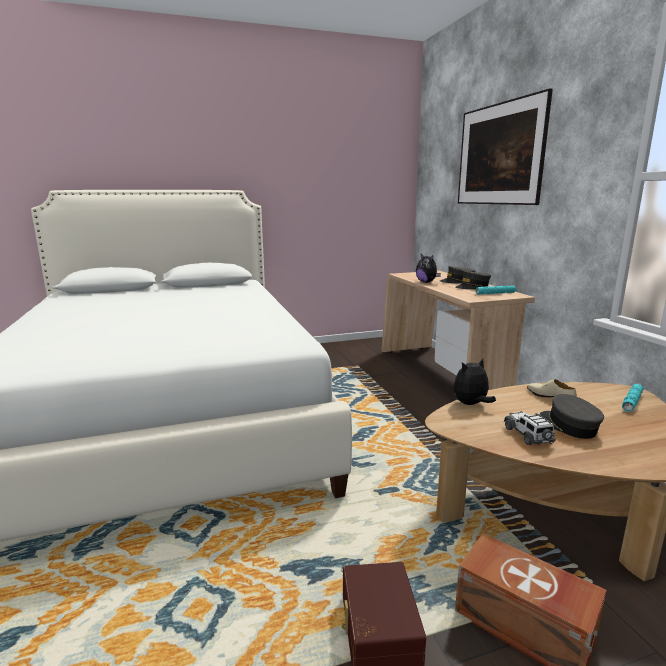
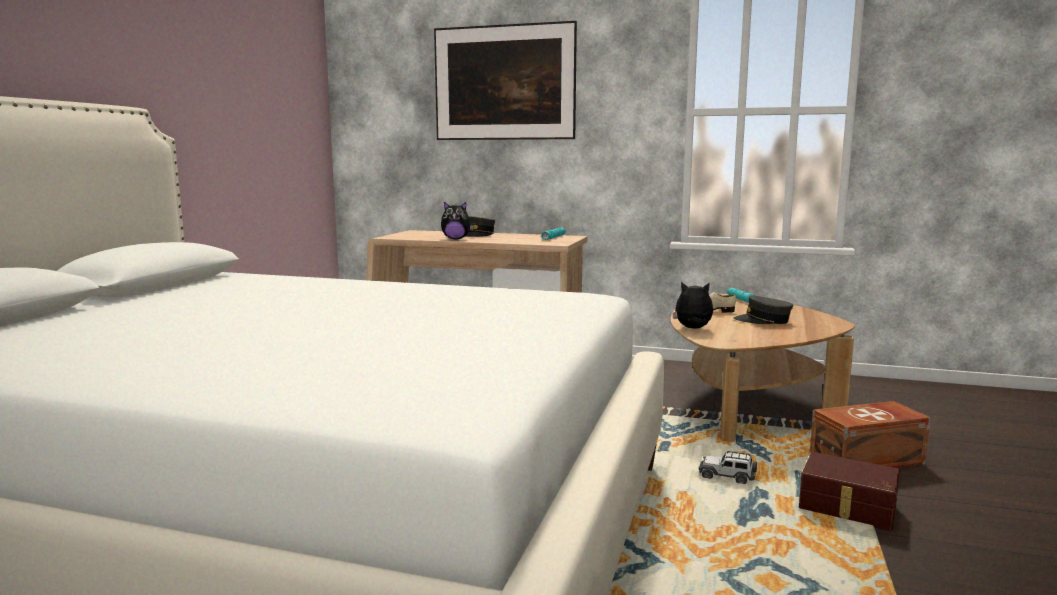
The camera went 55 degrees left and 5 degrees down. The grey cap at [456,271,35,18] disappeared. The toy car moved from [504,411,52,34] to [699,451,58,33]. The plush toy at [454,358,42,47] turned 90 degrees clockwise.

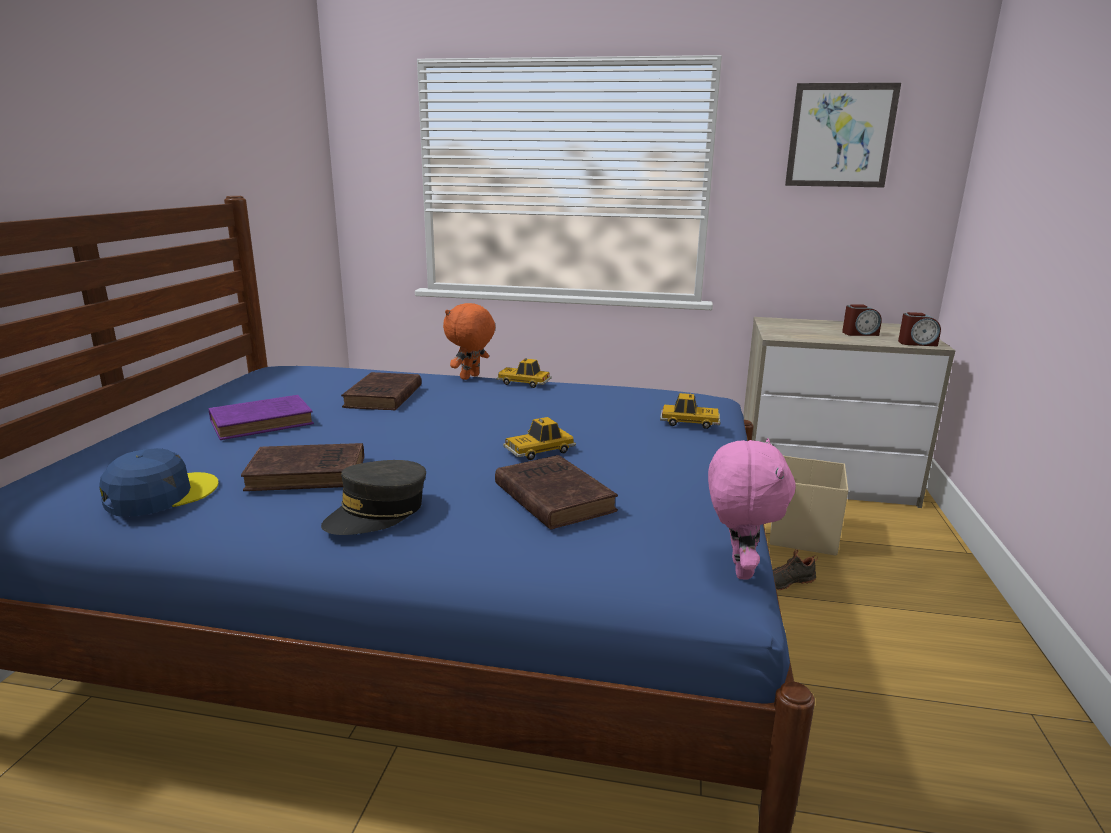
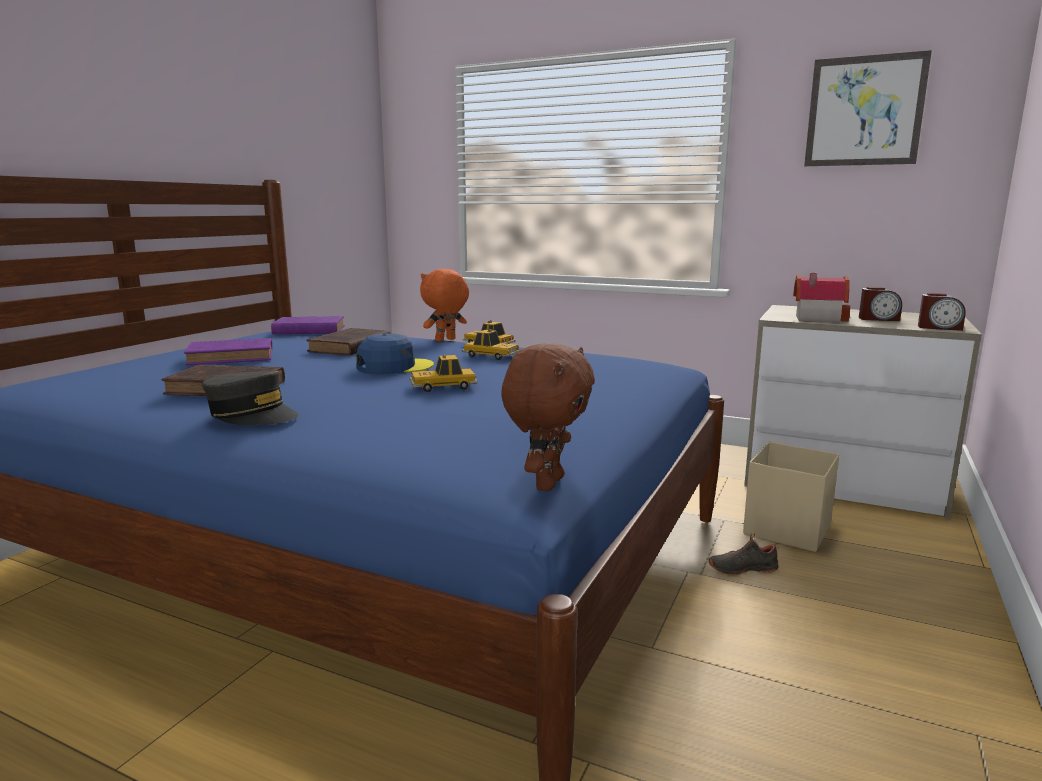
The camera went 15 degrees right and 5 degrees down. The brown book at [495,455,123,75] disappeared. The purple book at [271,316,74,18] appeared. The toy house at [793,273,57,50] appeared. The blue cap moved from [99,448,120,69] to [356,333,78,42]. The toy car moved from [660,393,60,36] to [462,329,57,31]. The pink plush toy at [708,438,88,142] became the brown plush toy at [501,343,94,148]. The grey cap at [321,460,105,75] turned 120 degrees counterclockwise.

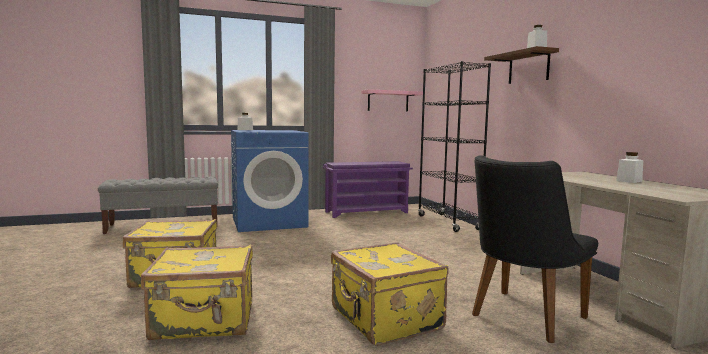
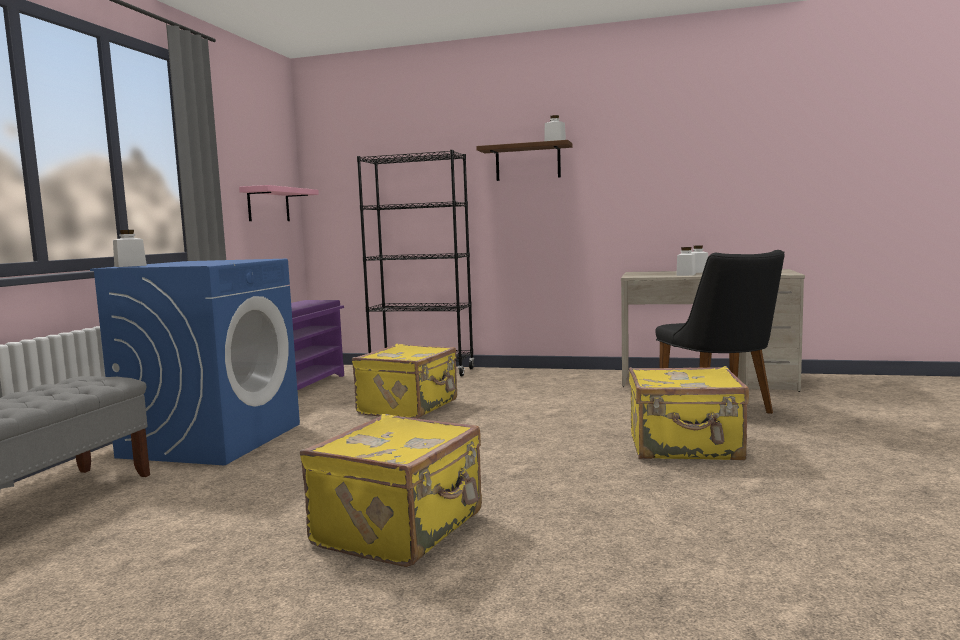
The camera went 55 degrees left and 0 degrees up. The white jar at [676,247,20,29] appeared. The yellow suitcase moved from [141,245,112,96] to [352,344,105,75].

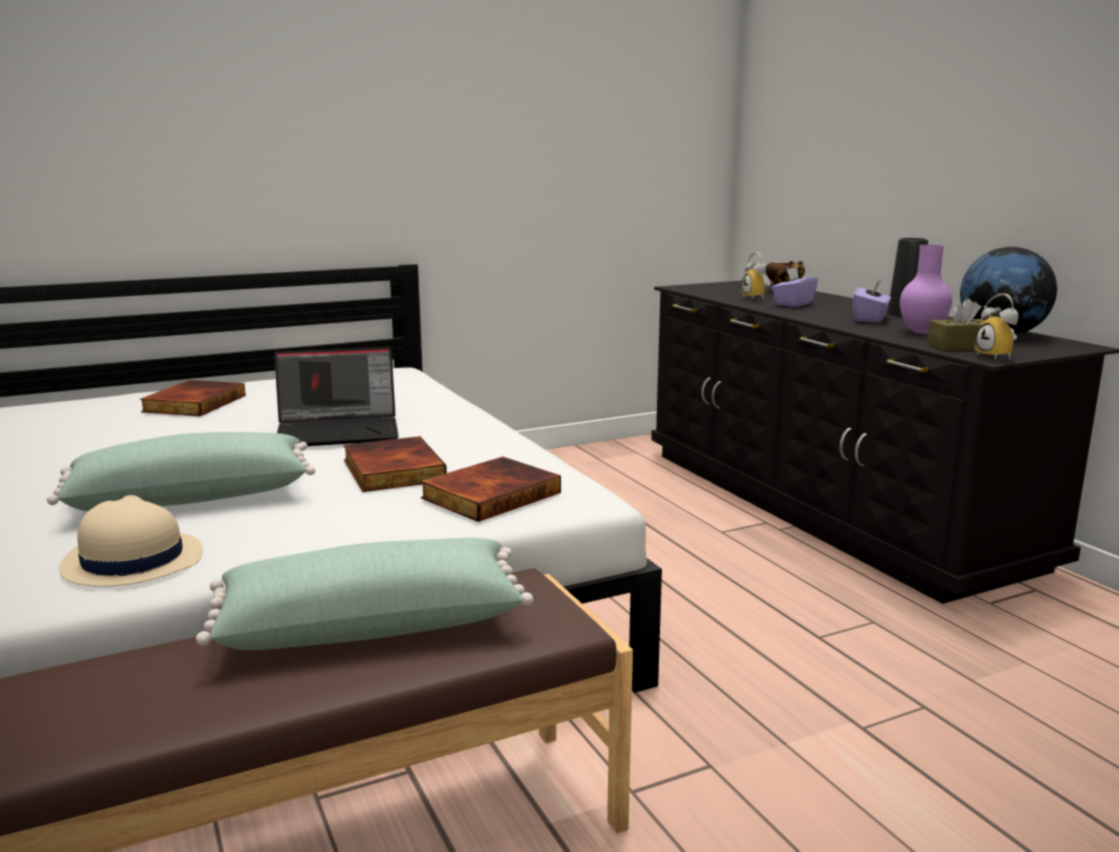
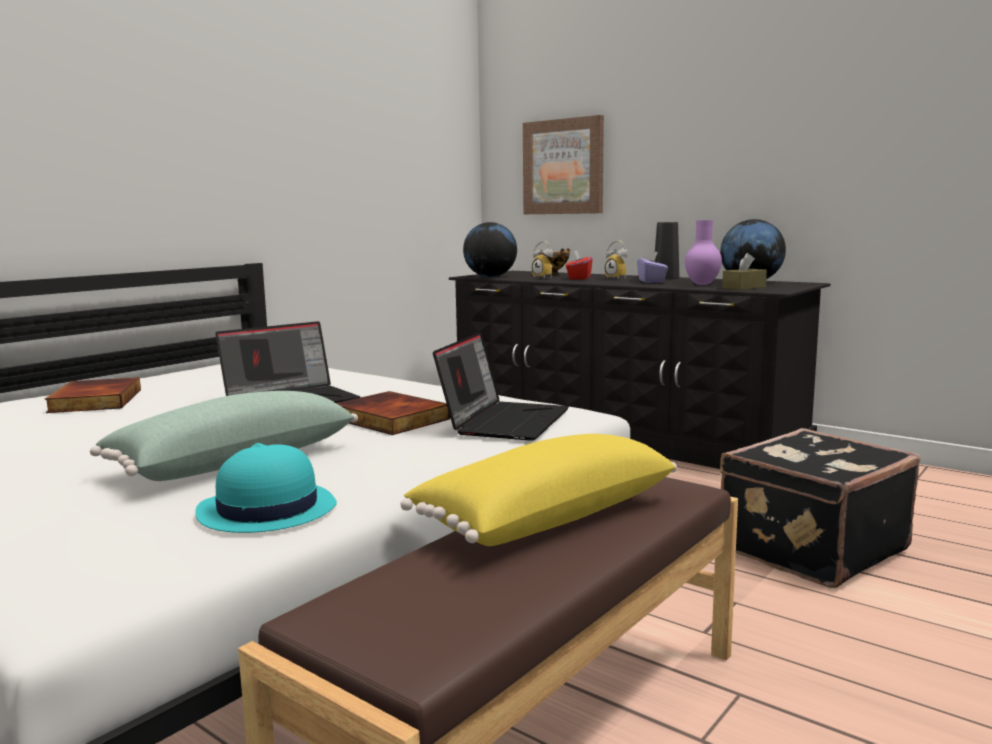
The camera went 25 degrees left and 5 degrees down. The globe at [463,222,54,55] appeared. The picture at [523,115,81,99] appeared. The black suitcase at [720,428,201,160] appeared. The alarm clock moved from [975,293,44,67] to [605,240,23,40]. The book at [420,457,141,65] was replaced by the laptop at [433,332,136,109]. The beige hat at [59,495,144,92] became the turquoise hat at [196,443,141,90]. The green pillow at [196,538,337,112] became the yellow pillow at [401,434,276,112]. The purple tissue box at [772,267,46,40] became the red tissue box at [566,250,26,30].

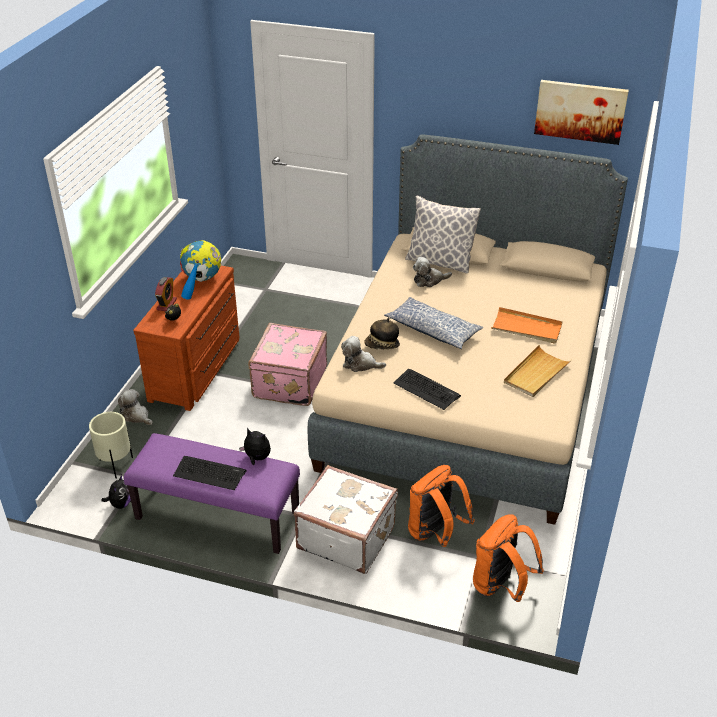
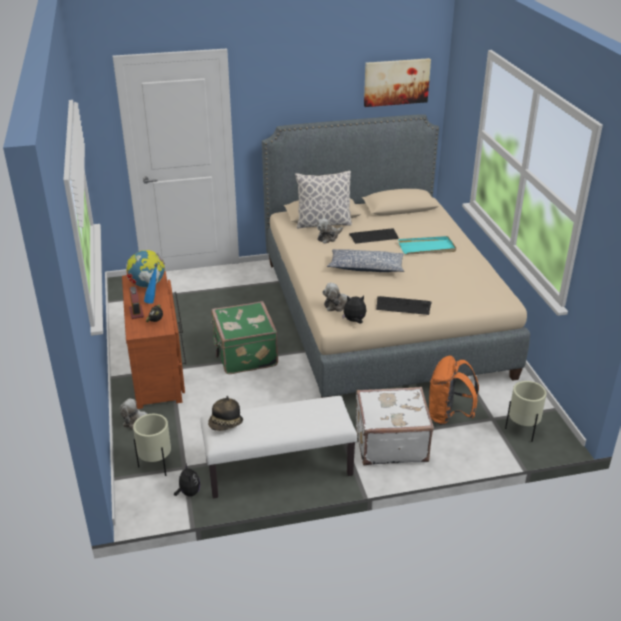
The camera went 30 degrees left and 5 degrees down. The beige tray at [504,345,68,52] disappeared. The keyboard moved from [173,456,74,34] to [349,229,50,15]. The plush toy moved from [239,428,32,37] to [342,296,24,28]. The hat moved from [364,318,36,31] to [208,396,35,35]. The orange backpack at [473,514,70,88] was replaced by the beige planter at [505,381,42,61]. The purple bench at [124,433,176,121] became the white bench at [200,396,157,102]. The pink suitcase at [248,323,79,83] became the green suitcase at [211,301,67,73]. The orange tray at [491,307,72,36] became the turquoise tray at [398,236,58,19].

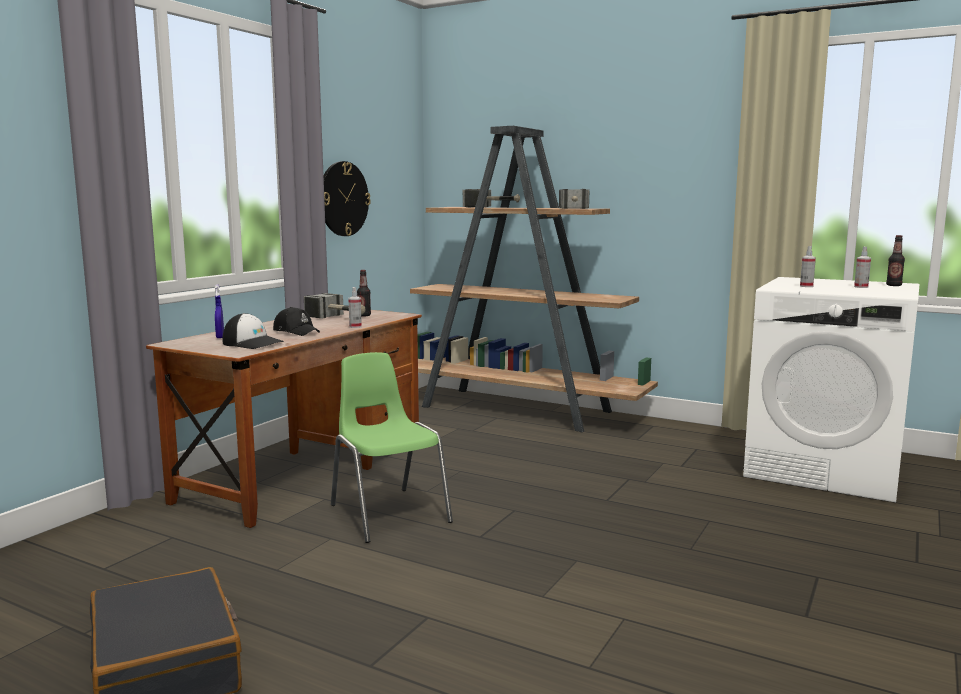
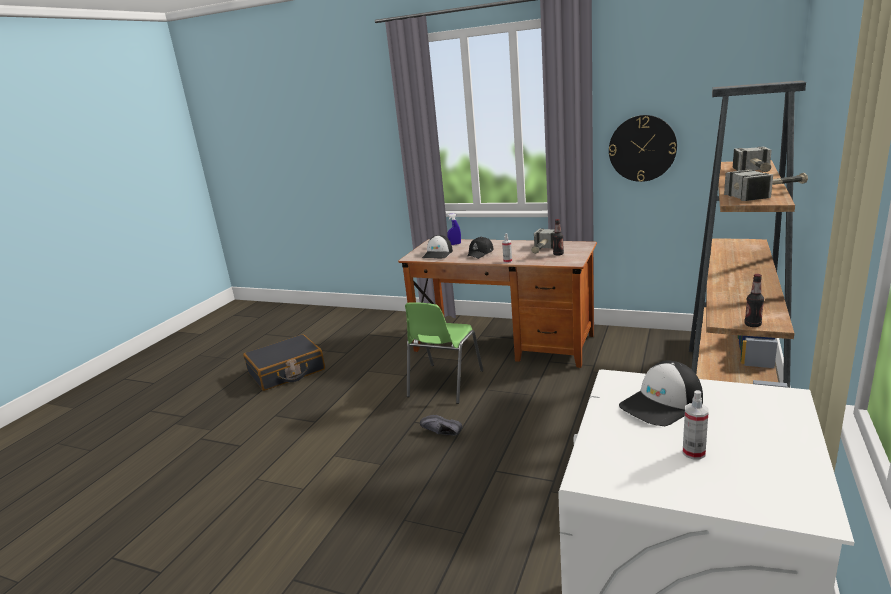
The camera went 85 degrees right and 10 degrees up. The black shoe at [420,415,42,20] appeared. The bottle moved from [886,235,19,51] to [744,274,20,53]. The spray bottle at [800,246,16,41] was replaced by the cap at [619,361,84,65]. The green chair at [331,352,122,191] turned 150 degrees clockwise.

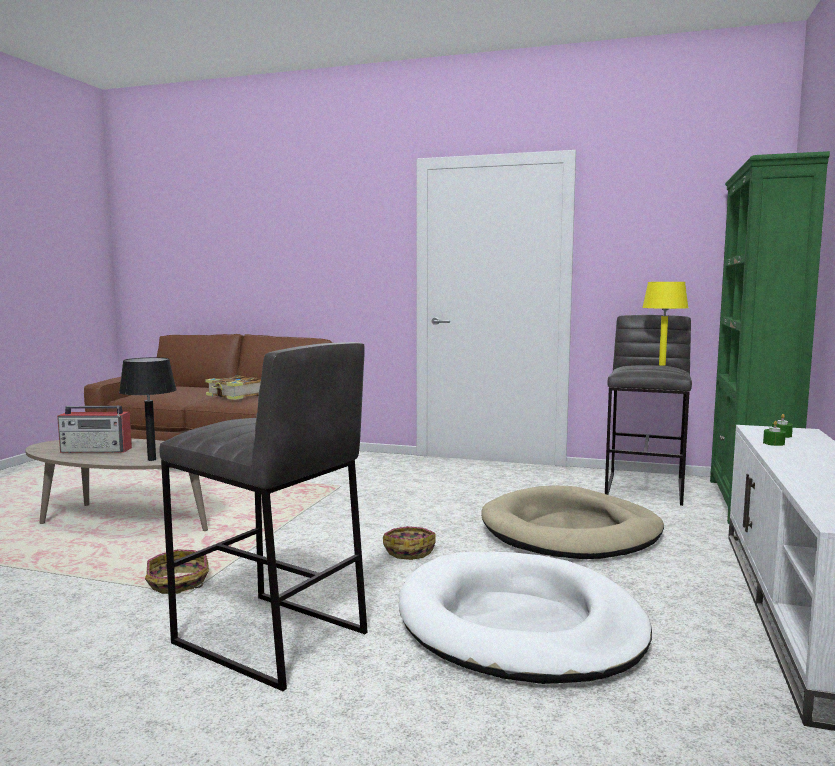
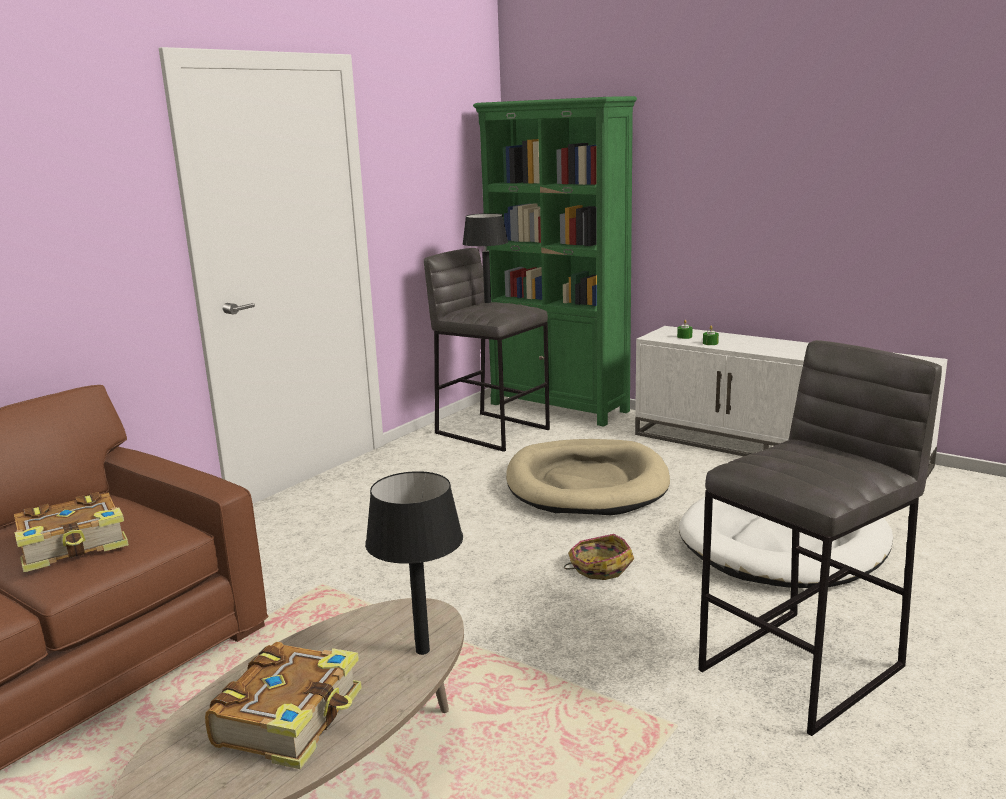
The camera went 70 degrees left and 10 degrees up. The basket at [145,549,64,45] disappeared. The radio at [57,405,75,48] was replaced by the book at [205,642,157,127]. The yellow table lamp at [642,282,46,84] became the black table lamp at [462,213,46,90].

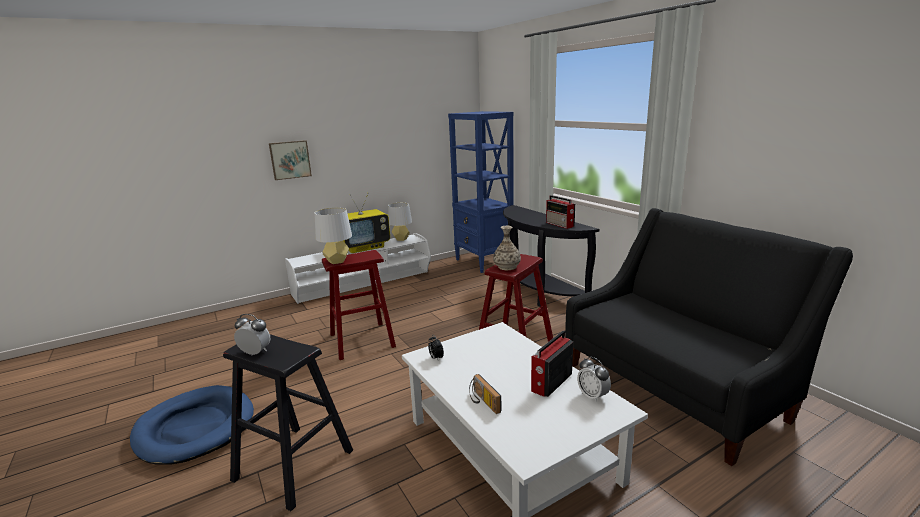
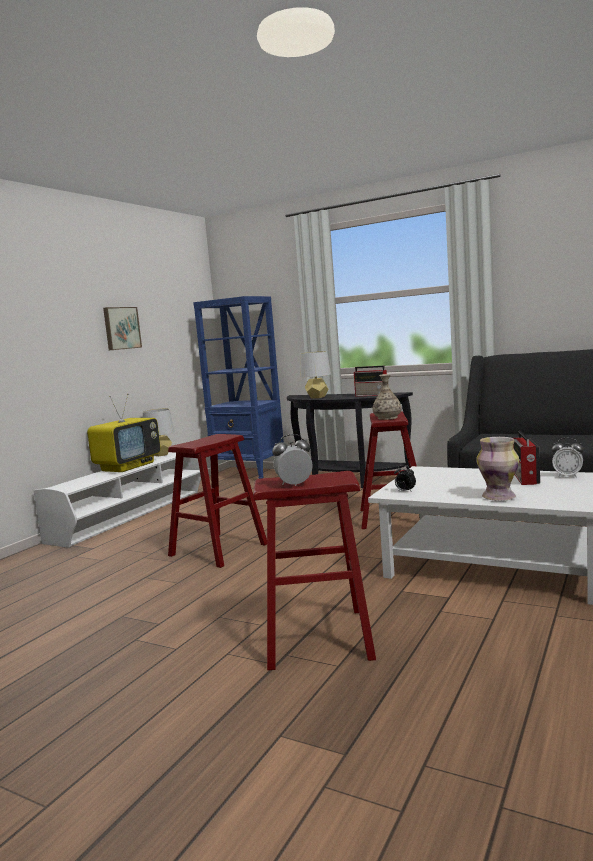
The camera went 30 degrees left and 10 degrees down. The blue dog bed at [130,385,124,80] disappeared. The picture moved from [269,140,43,40] to [103,307,39,43]. The grey table lamp moved from [315,208,37,56] to [300,351,31,48]. The radio at [469,374,32,40] was replaced by the vase at [476,437,43,64]. The black stool at [223,334,130,177] became the red stool at [253,471,123,199].

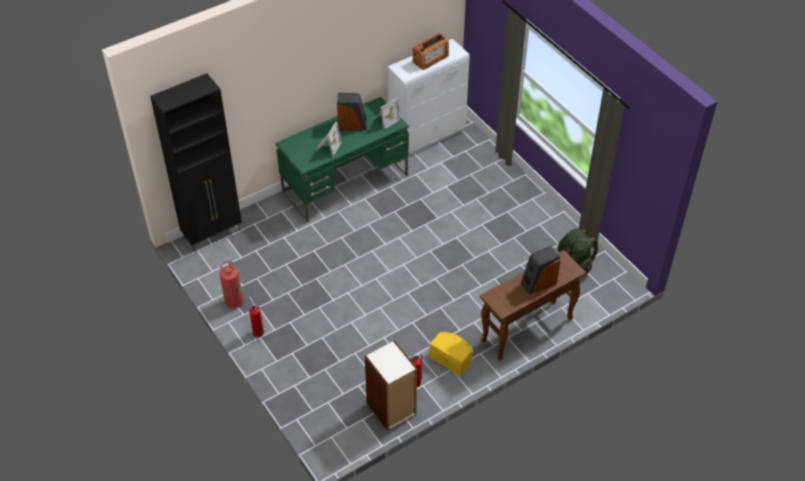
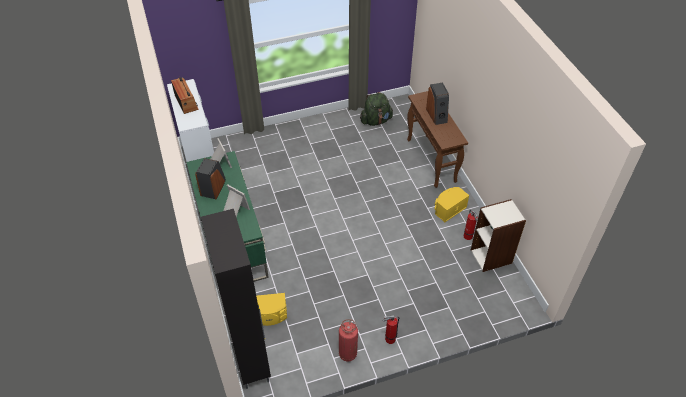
The camera went 75 degrees left and 0 degrees up. The yellow speaker at [256,293,31,33] appeared.

